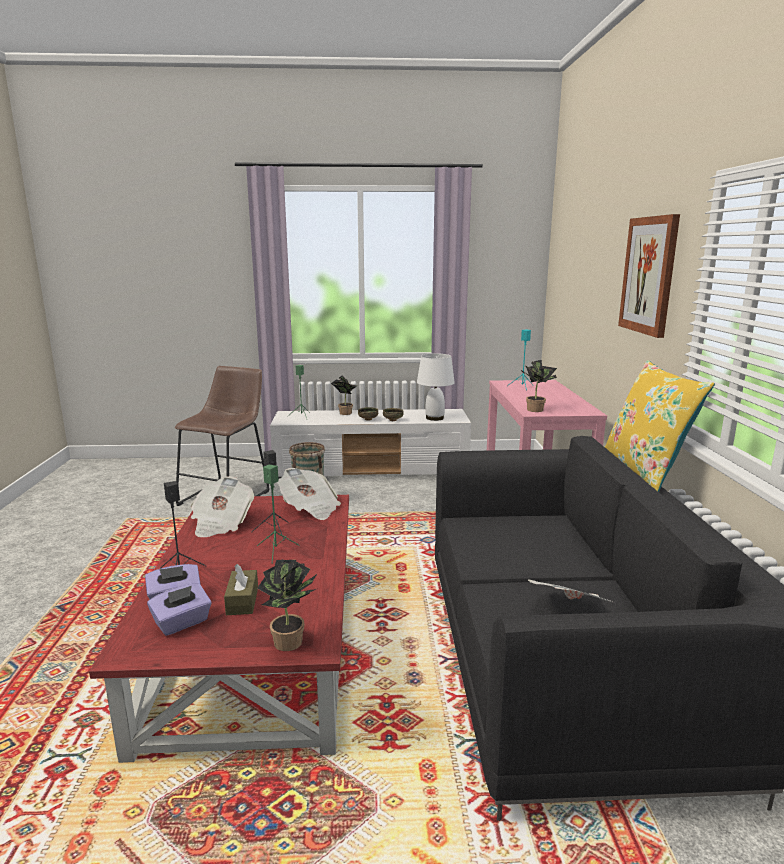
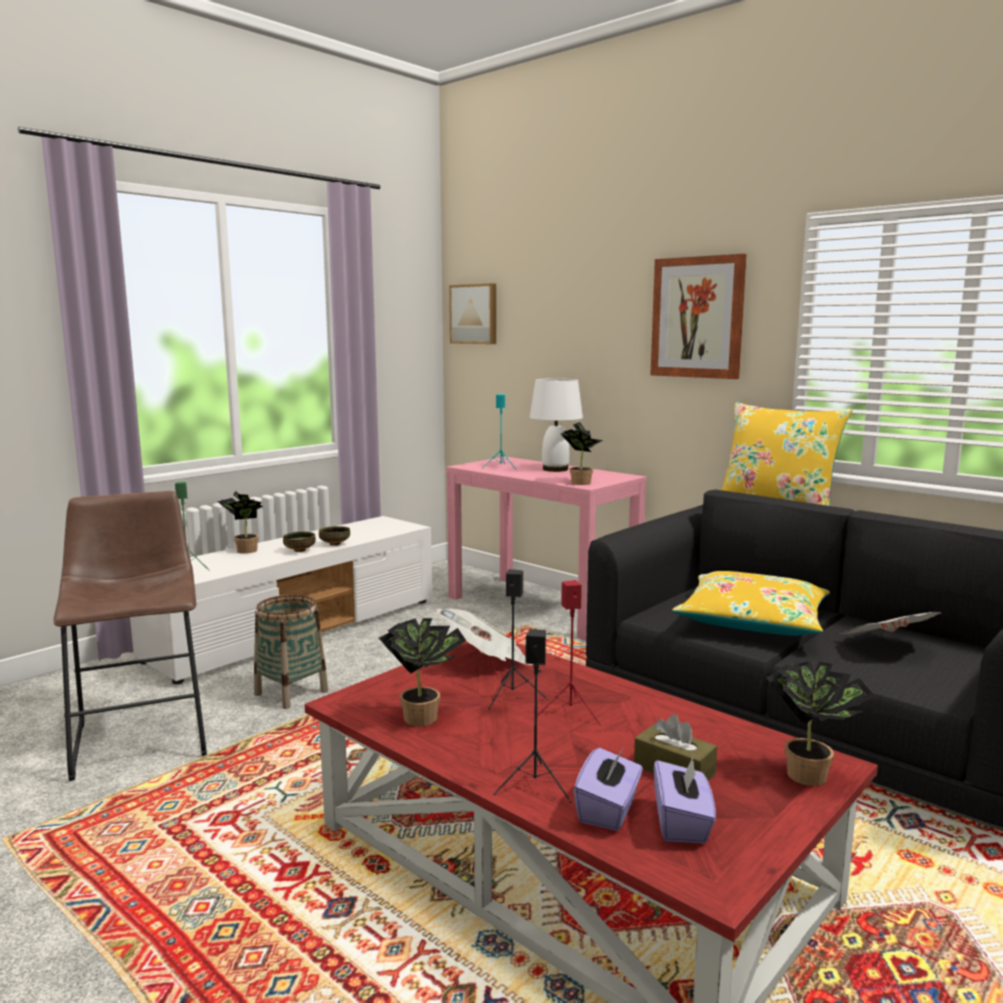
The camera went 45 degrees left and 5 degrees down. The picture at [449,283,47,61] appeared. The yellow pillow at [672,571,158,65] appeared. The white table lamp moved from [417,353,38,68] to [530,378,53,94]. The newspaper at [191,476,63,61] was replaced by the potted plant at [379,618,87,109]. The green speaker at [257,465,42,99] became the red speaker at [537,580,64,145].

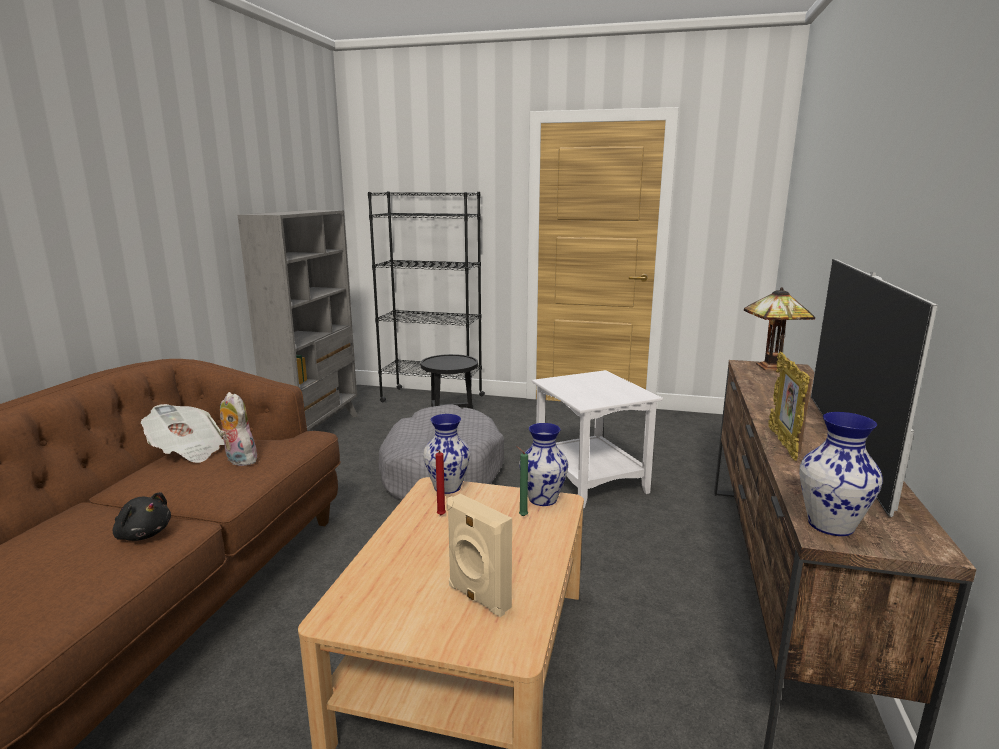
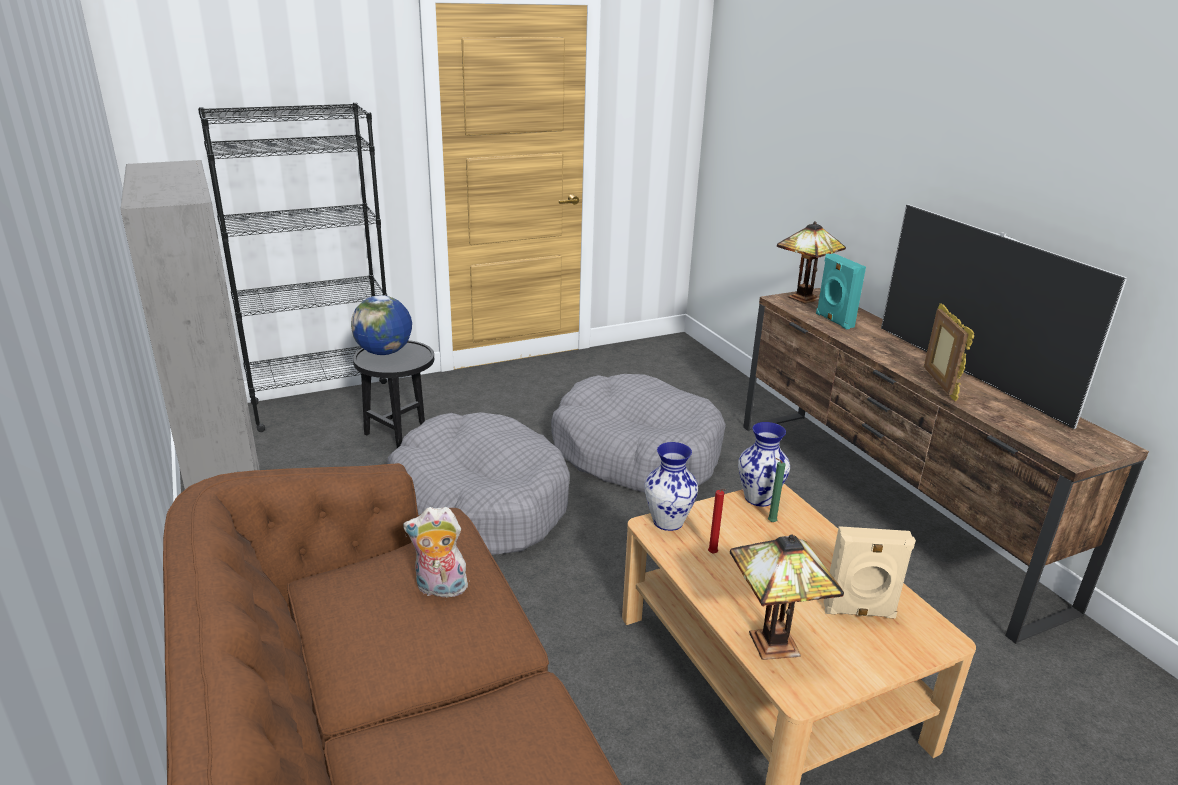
The camera went 40 degrees left and 10 degrees up. The black plush toy at [113,492,58,49] disappeared. The newspaper at [141,404,83,59] disappeared. The vase at [799,412,84,124] disappeared. The globe at [351,295,61,60] appeared. The table lamp at [730,534,114,126] appeared. The turquoise speaker at [816,253,50,77] appeared. The white side table at [532,370,131,138] was replaced by the grey dog bed at [551,374,175,119]. The picture frame at [768,352,44,109] turned 150 degrees counterclockwise.

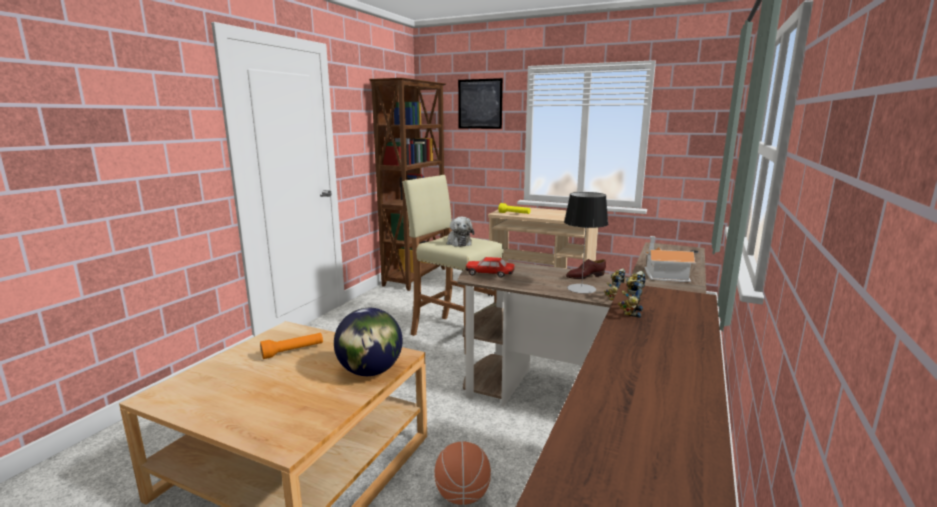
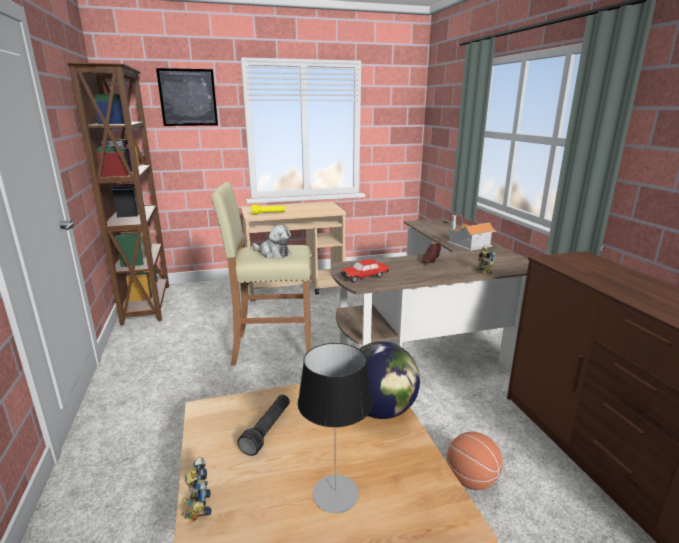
The camera went 40 degrees left and 5 degrees up. The table lamp moved from [564,192,44,102] to [298,343,75,170]. The toy robot moved from [618,271,28,47] to [182,457,29,65]. The orange flashlight at [260,333,63,26] became the black flashlight at [238,395,52,61].

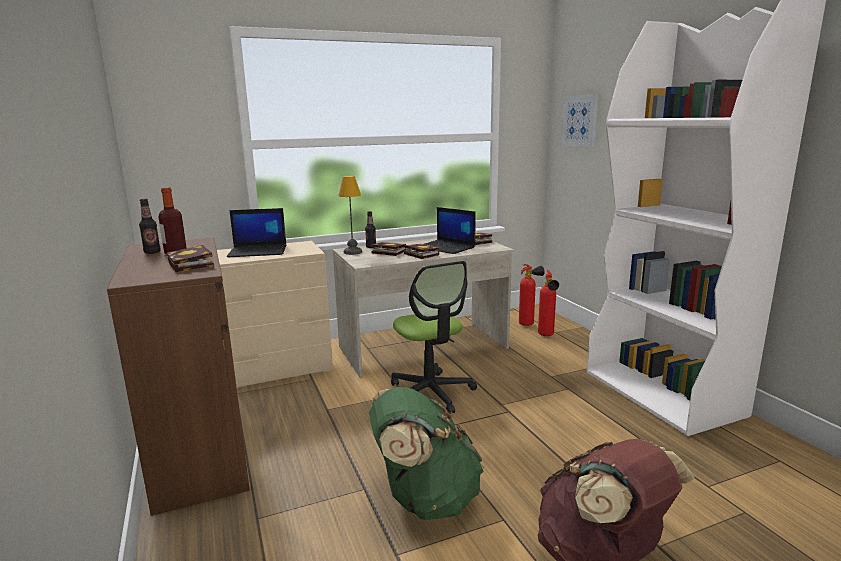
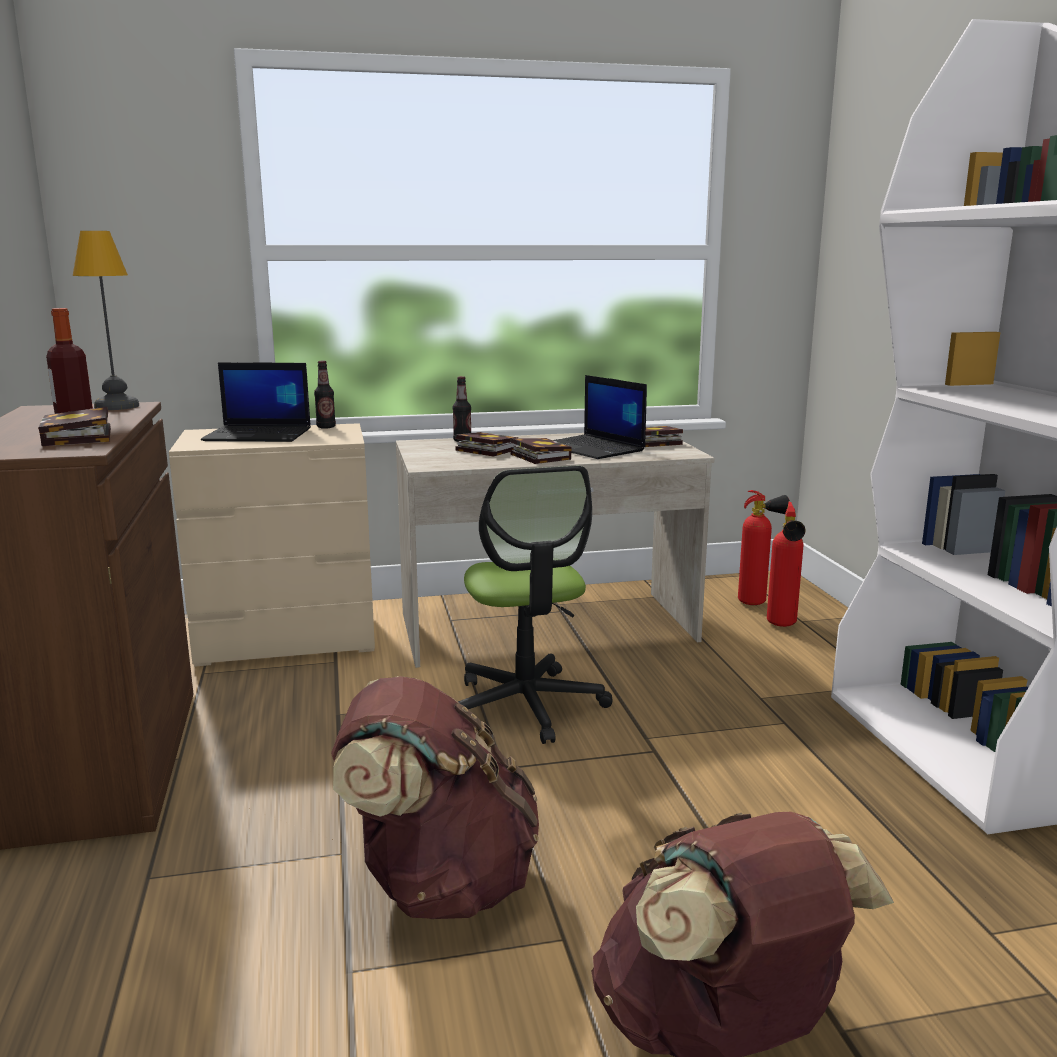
The camera went 10 degrees right and 0 degrees up. The picture at [561,94,37,53] disappeared. The bottle moved from [139,198,22,56] to [314,361,22,68]. The table lamp moved from [339,176,23,79] to [73,231,66,179]. The green backpack at [369,387,115,133] became the brown backpack at [331,676,208,243].

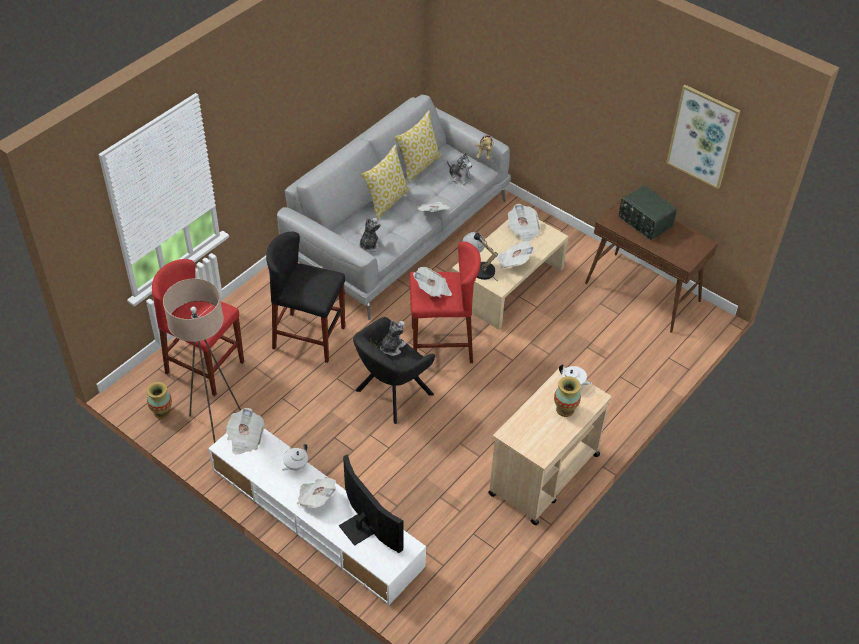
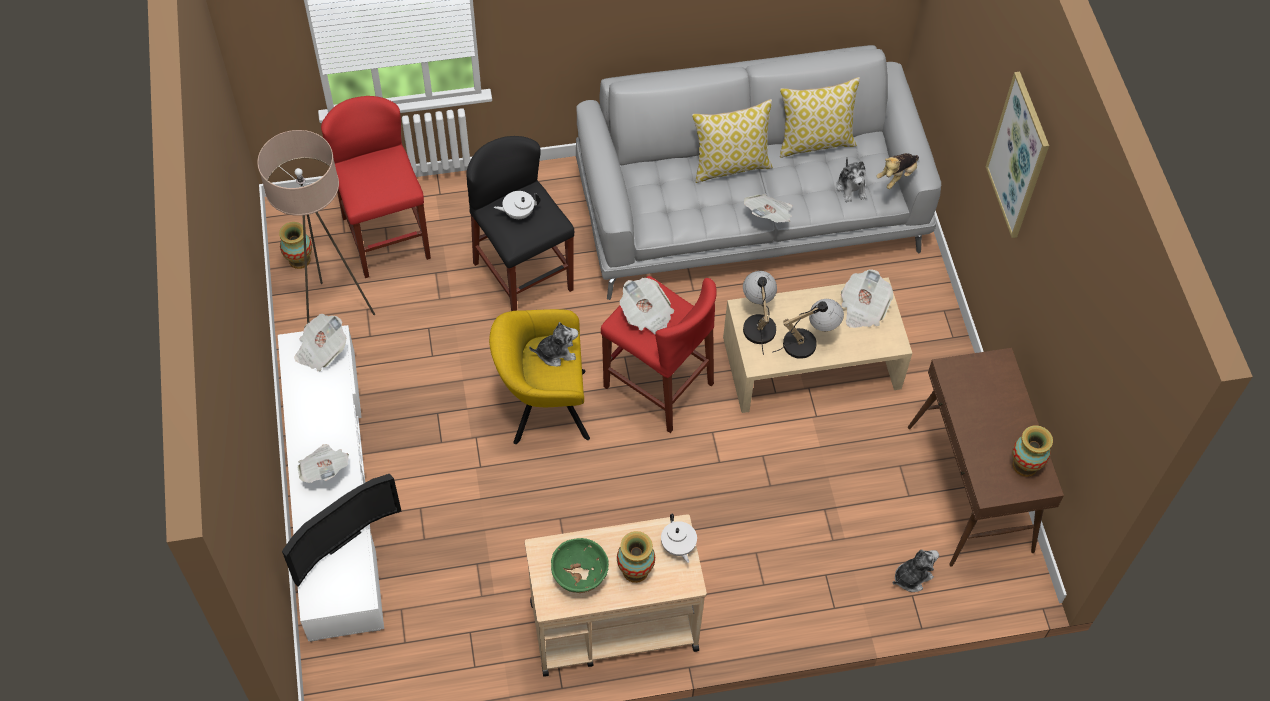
The camera went 40 degrees right and 10 degrees up. The radio at [618,185,59,55] disappeared. The green bowl at [551,538,58,55] appeared. The vase at [1012,425,41,52] appeared. The white teapot moved from [282,444,26,27] to [494,191,46,28]. The plush toy moved from [359,218,22,34] to [893,550,46,42]. The picture moved from [666,85,74,104] to [986,72,63,166]. The newspaper at [497,242,37,26] was replaced by the table lamp at [773,299,71,60]. The black armchair at [353,317,82,107] became the yellow armchair at [489,309,101,135]. The television at [339,454,65,99] turned 45 degrees clockwise.

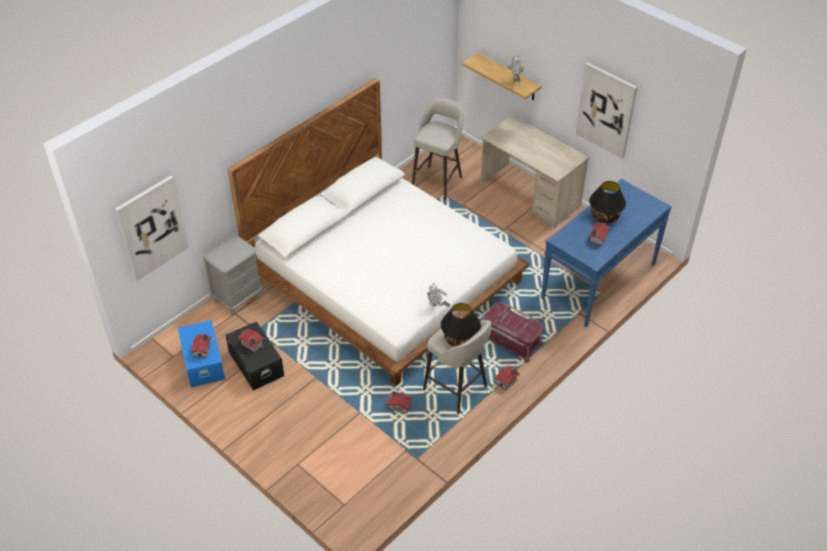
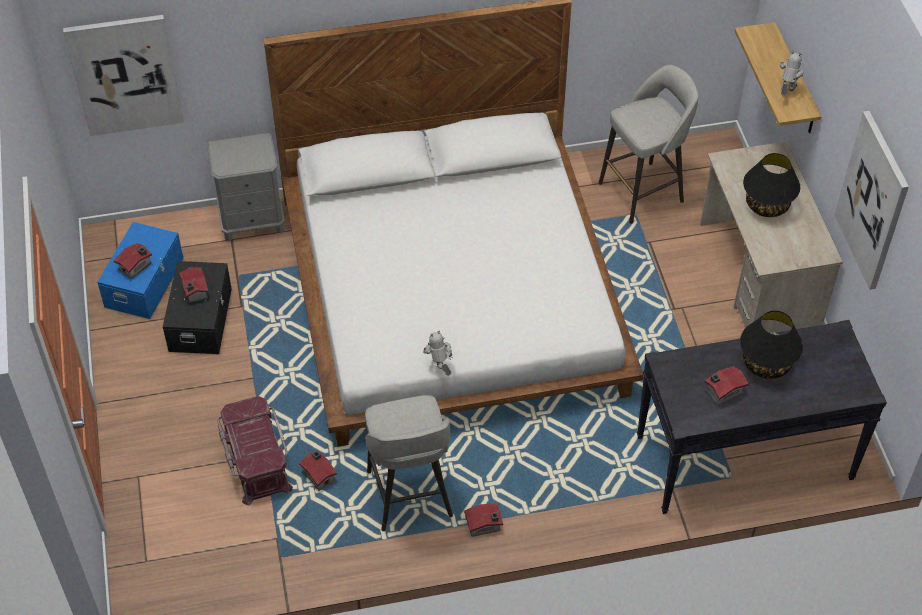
The camera went 35 degrees right and 5 degrees up. The black table lamp moved from [441,303,40,44] to [743,153,57,64]. The red storage box moved from [483,302,61,61] to [217,396,76,109]. The blue console table at [541,179,131,148] became the black console table at [637,320,250,194].

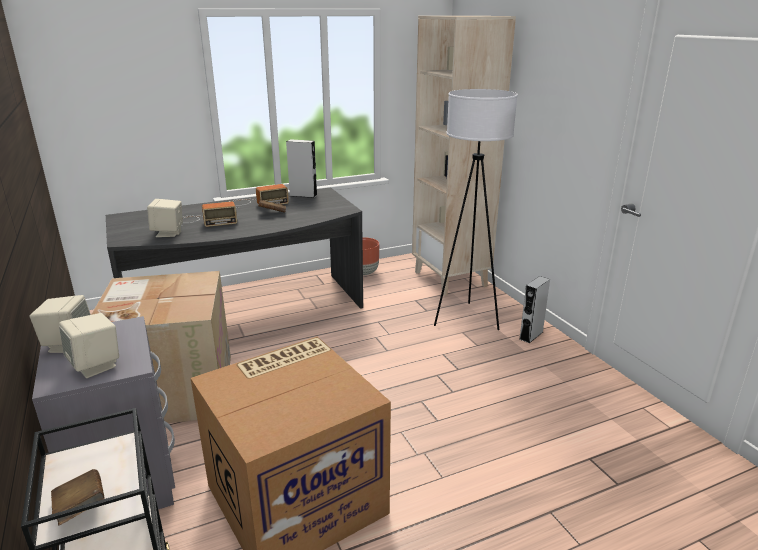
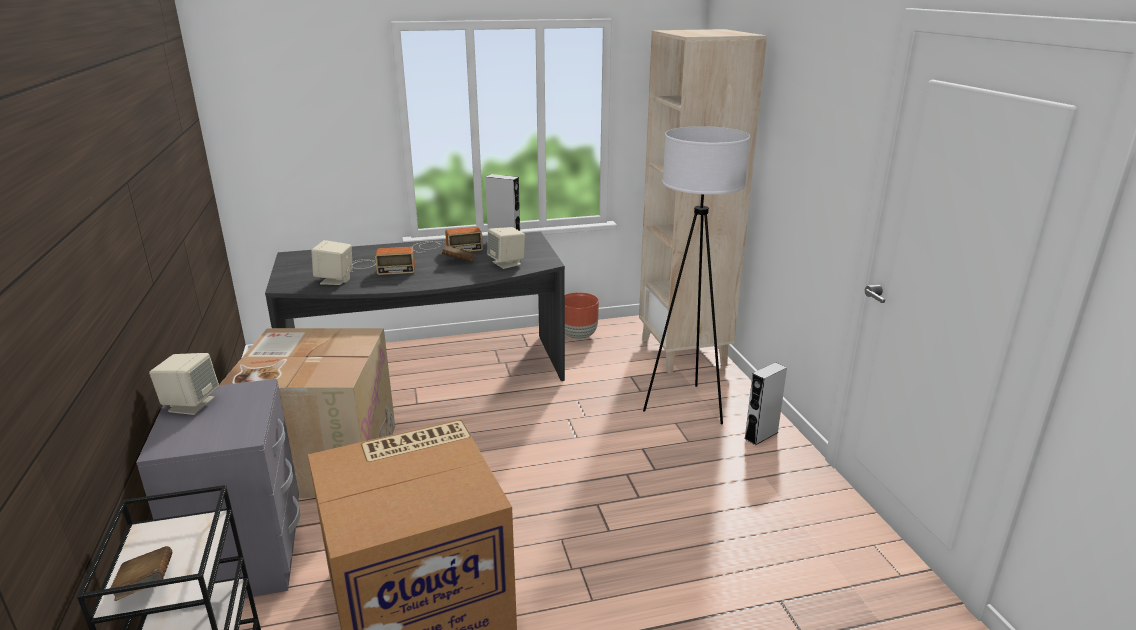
The camera went 10 degrees right and 0 degrees up. The beige speaker moved from [59,313,60,65] to [487,227,38,42].

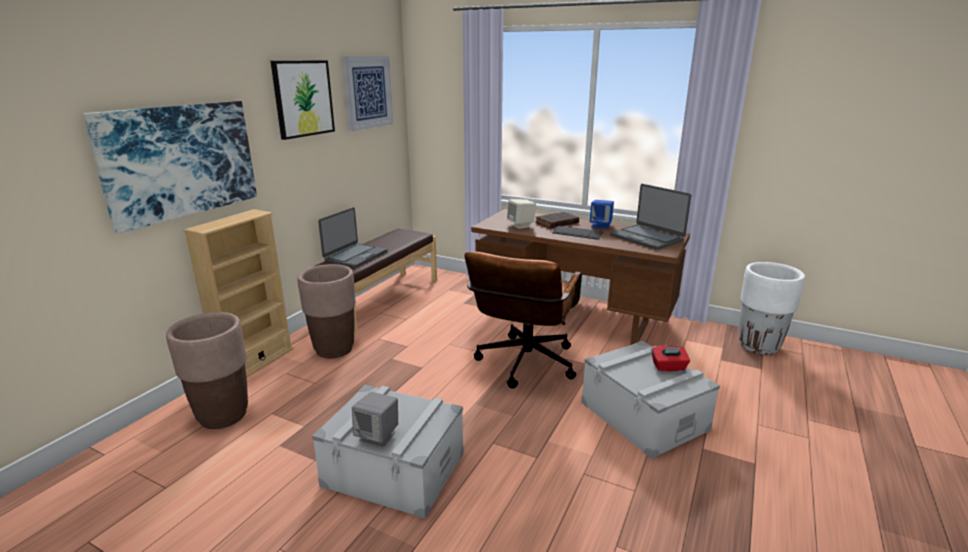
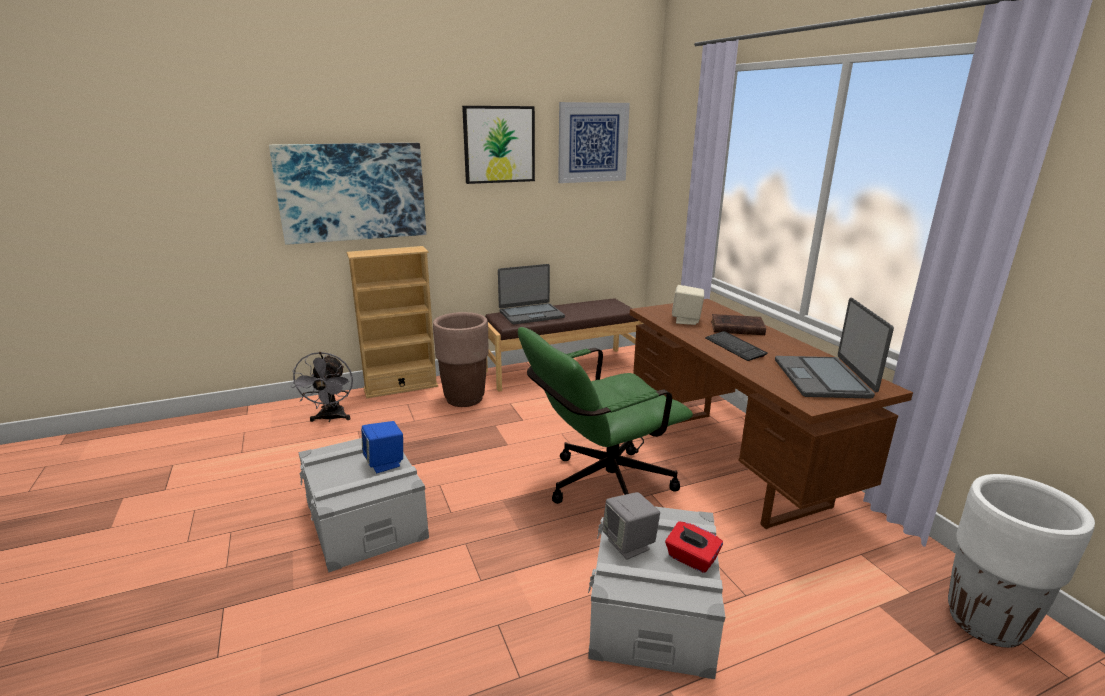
The camera went 40 degrees right and 0 degrees up. The grey speaker moved from [352,392,46,56] to [602,492,58,68]. The blue speaker moved from [590,200,24,29] to [361,421,42,52]. The brown planter at [166,312,82,117] was replaced by the grey fan at [291,352,62,70]. The brown office chair at [464,252,118,136] became the green office chair at [518,327,175,177].

